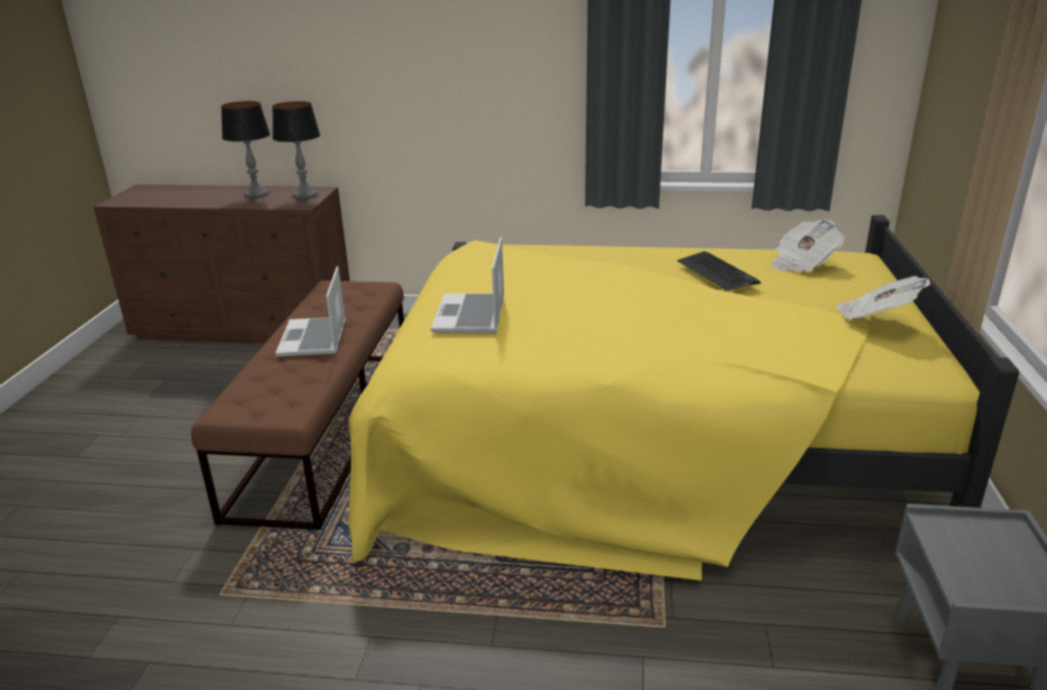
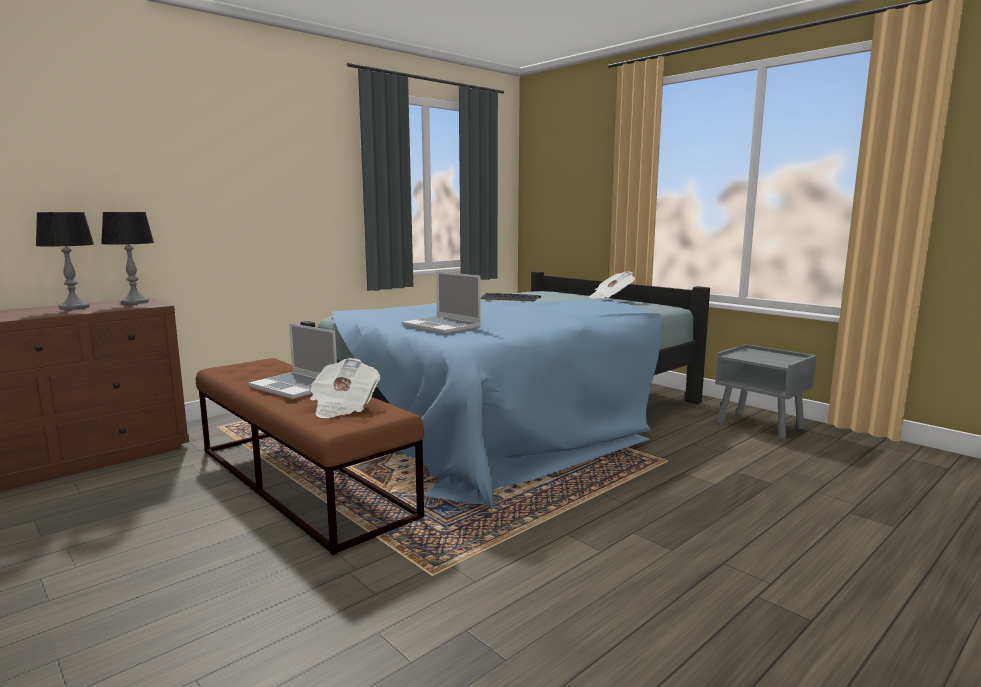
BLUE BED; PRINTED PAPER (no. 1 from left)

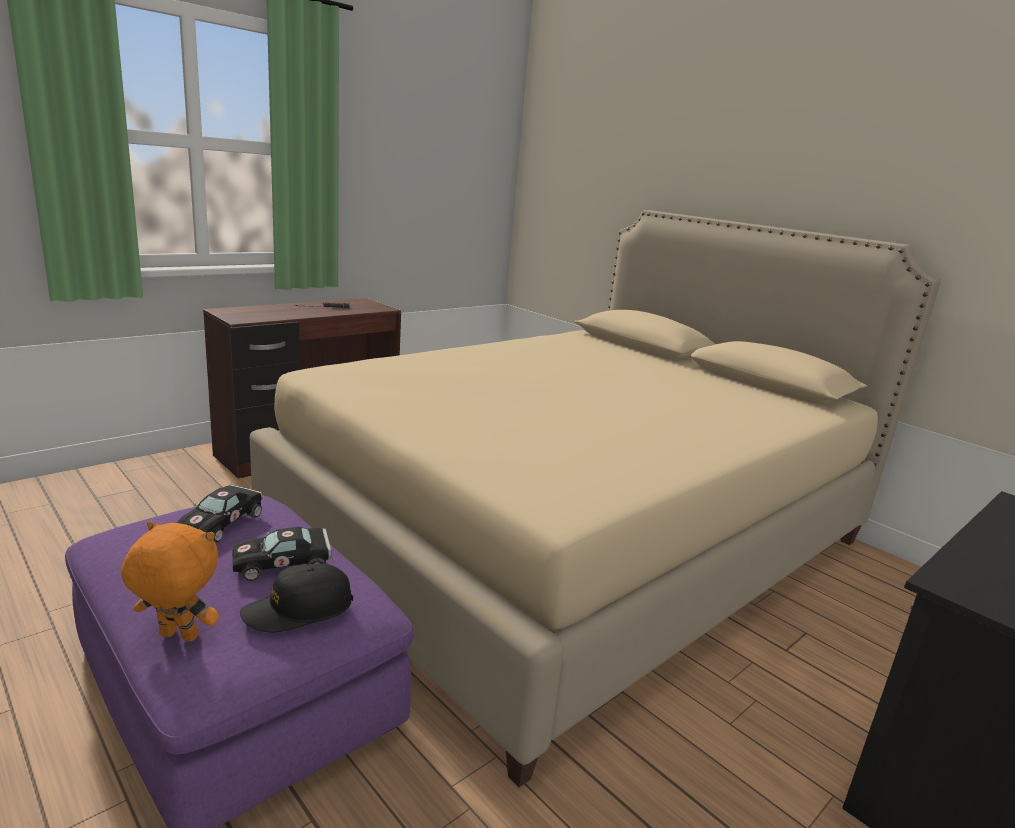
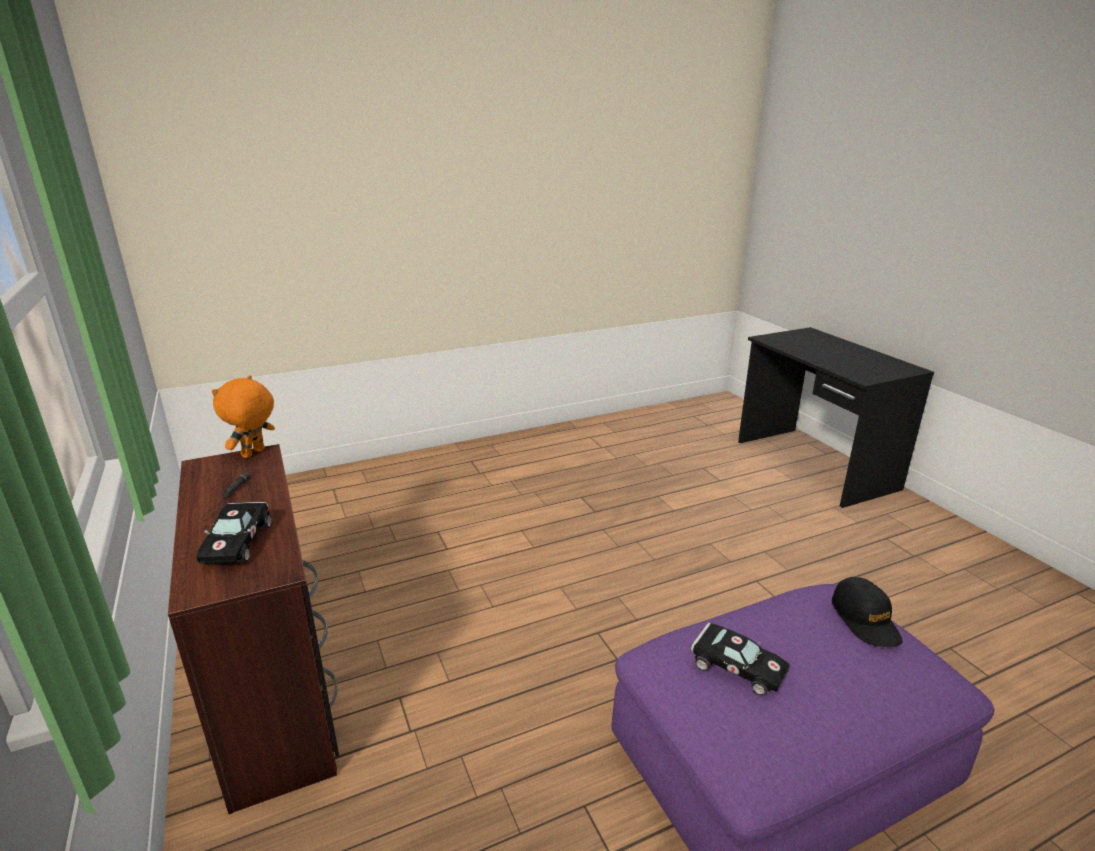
BEIGE BED; ORANGE PLUSH TOY; BLACK-COLOURED MINIATURE CAR (no. 1 from left)

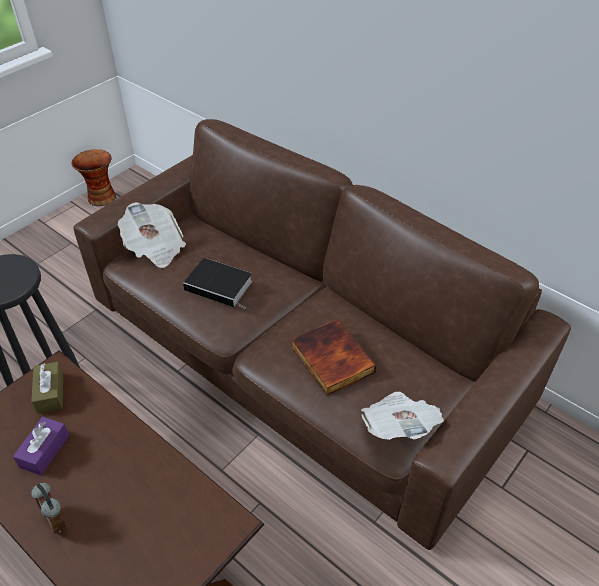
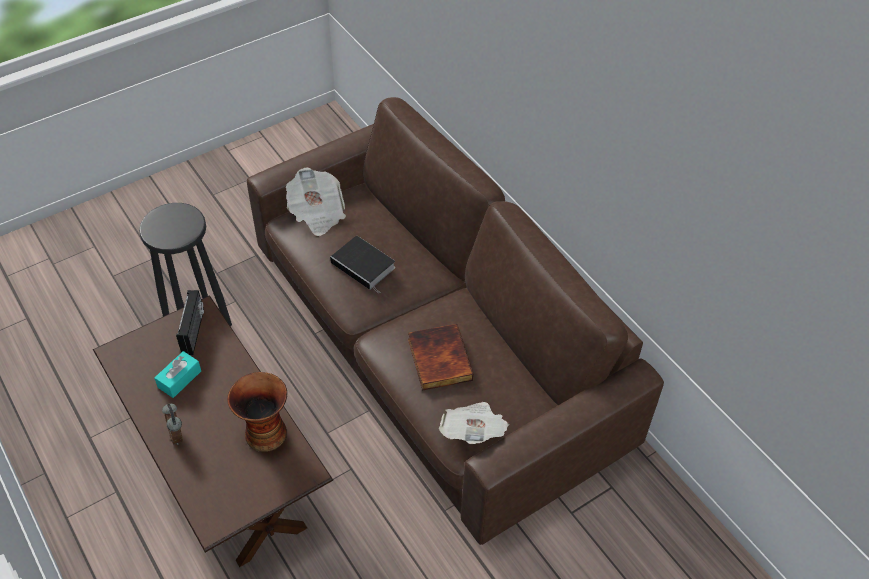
DECORATIVE VASE; RADIO; TURQUOISE TISSUE BOX

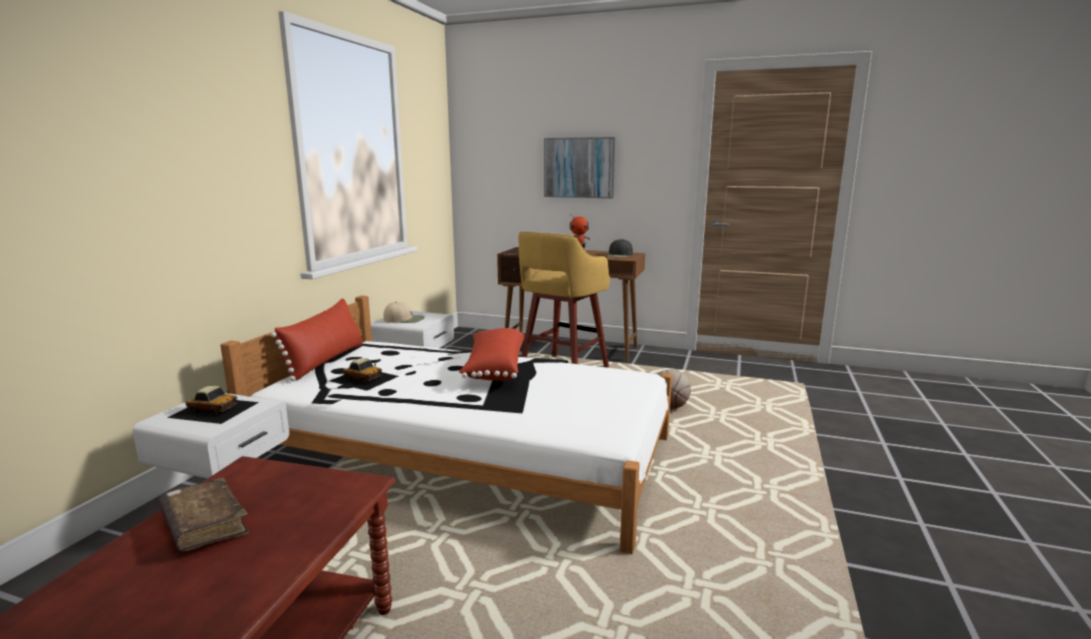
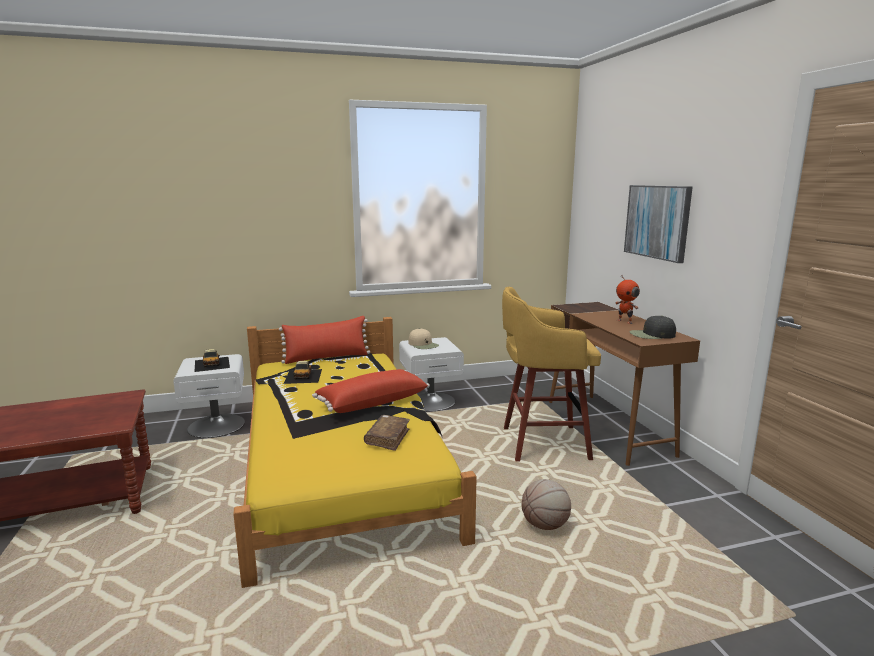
YELLOWISH BED; BROWN-COLOURED BOOK

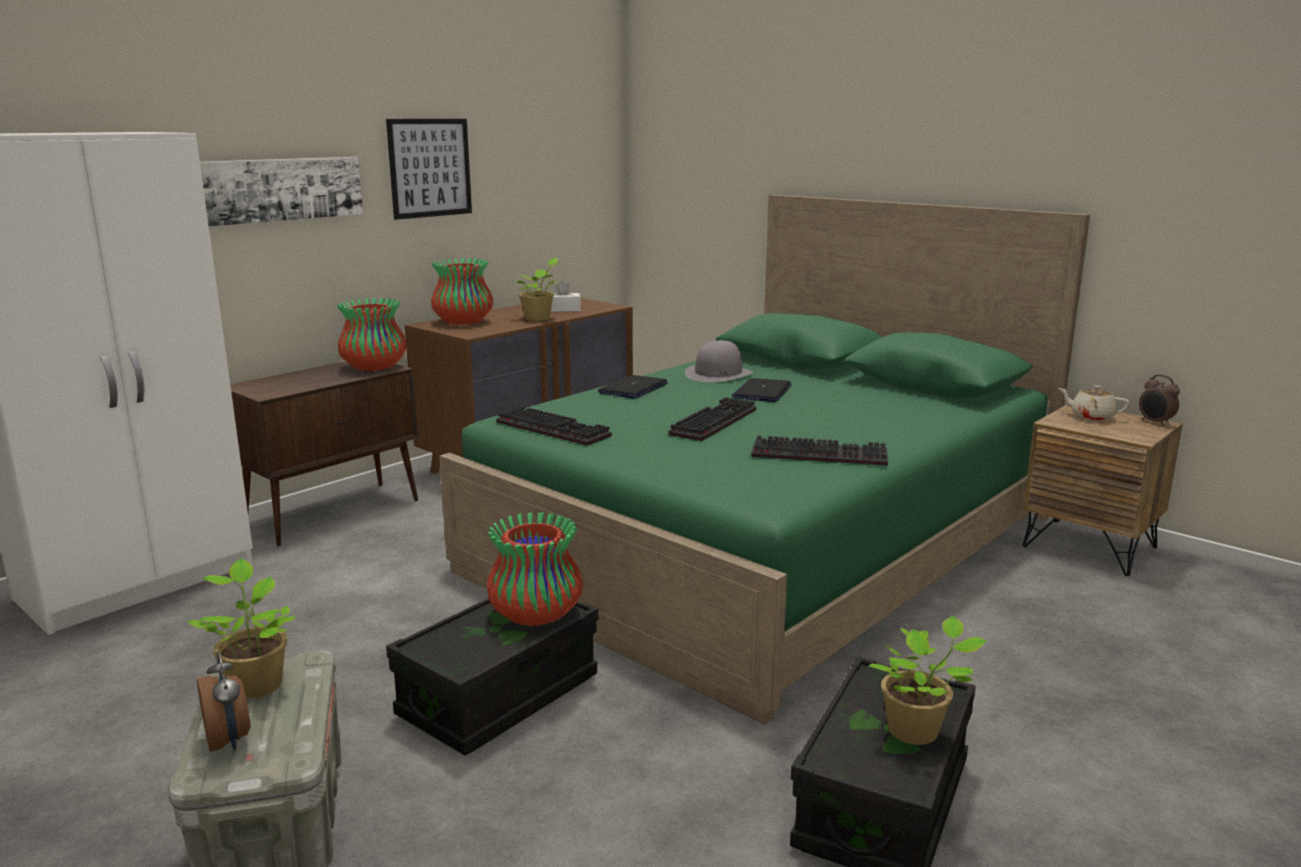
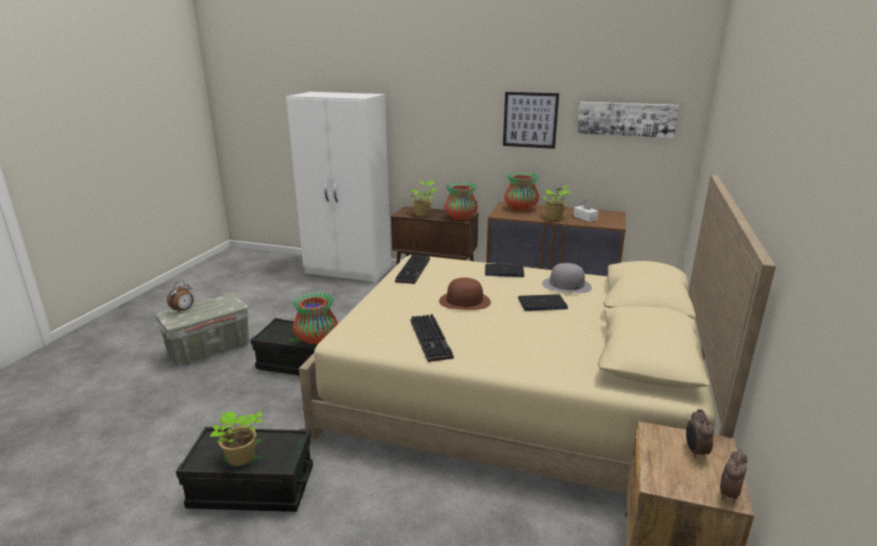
WALL PICTURE (no. 2 from left); BEIGE BED; BEDSIDE CLOCK (no. 2 from left); BROWN-COLOURED WEARABLE HAT; HOUSEPLANT (no. 2 from left)

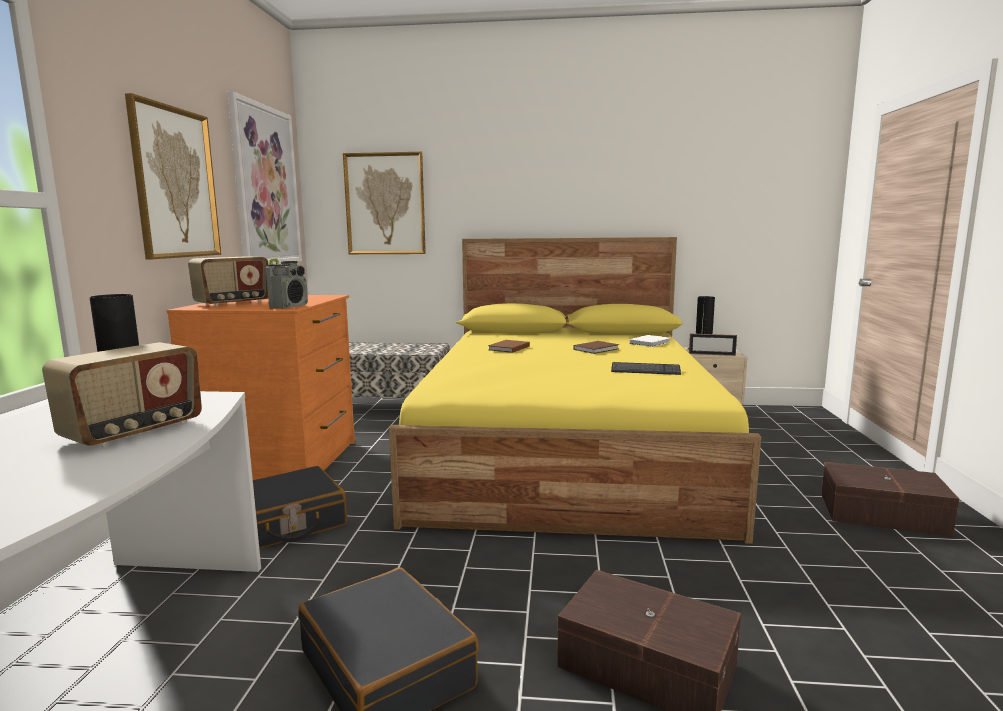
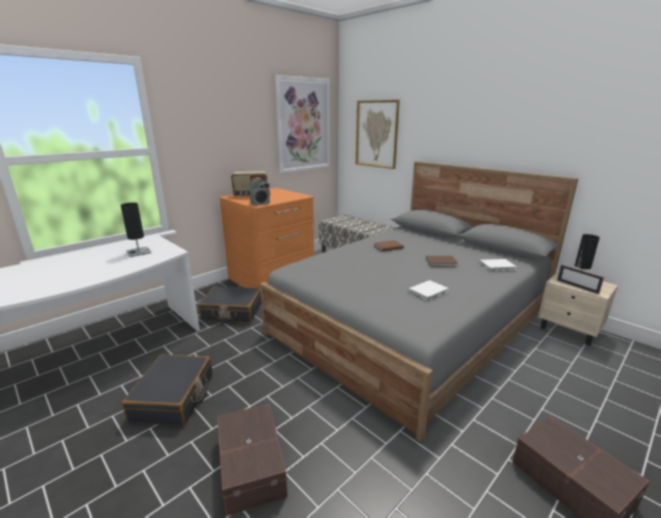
WALL PICTURE (no. 1 from left in the first image); GREYISH BED; RADIO (no. 1 from left in the first image); WHITE-COLOURED BOOK (no. 1 from left)

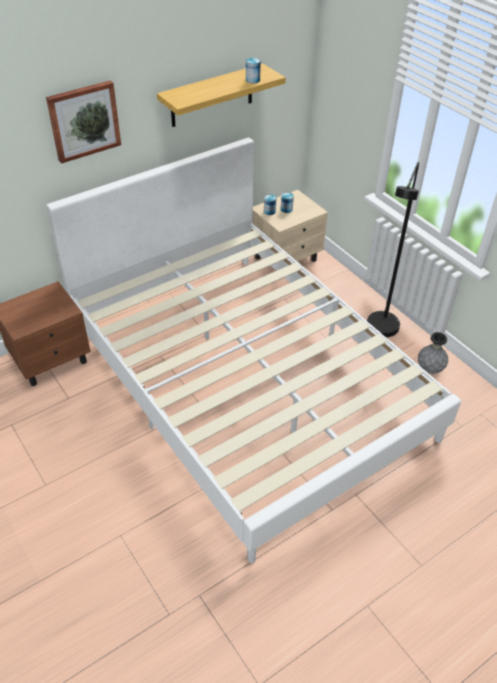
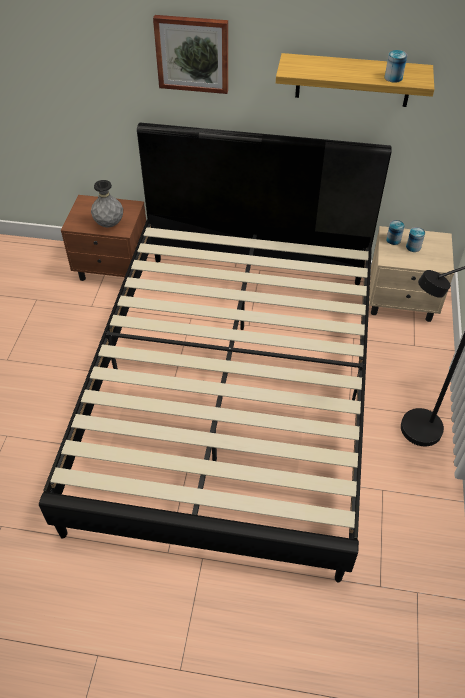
BLACK-COLOURED BED; GREYISH DECORATIVE VASE

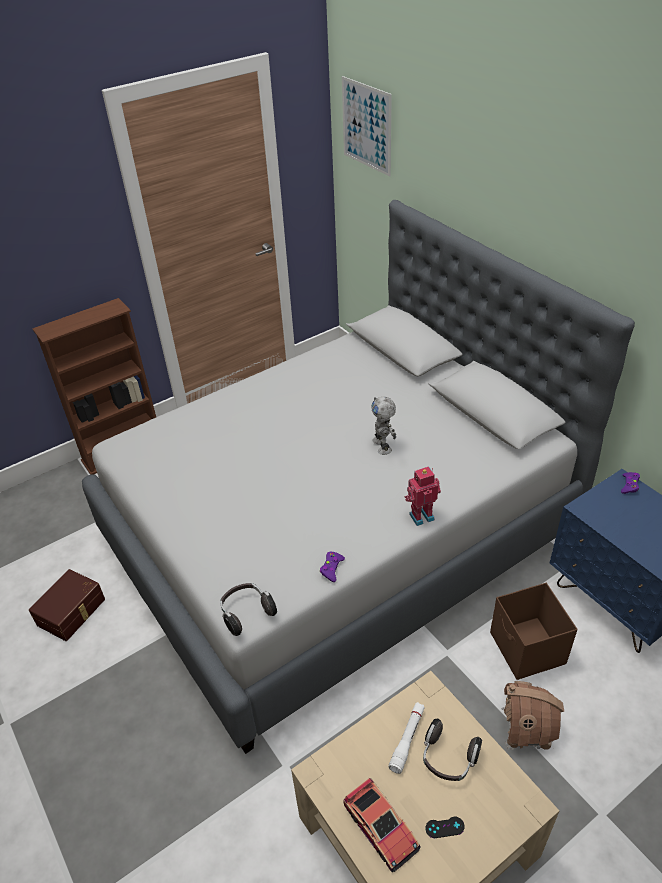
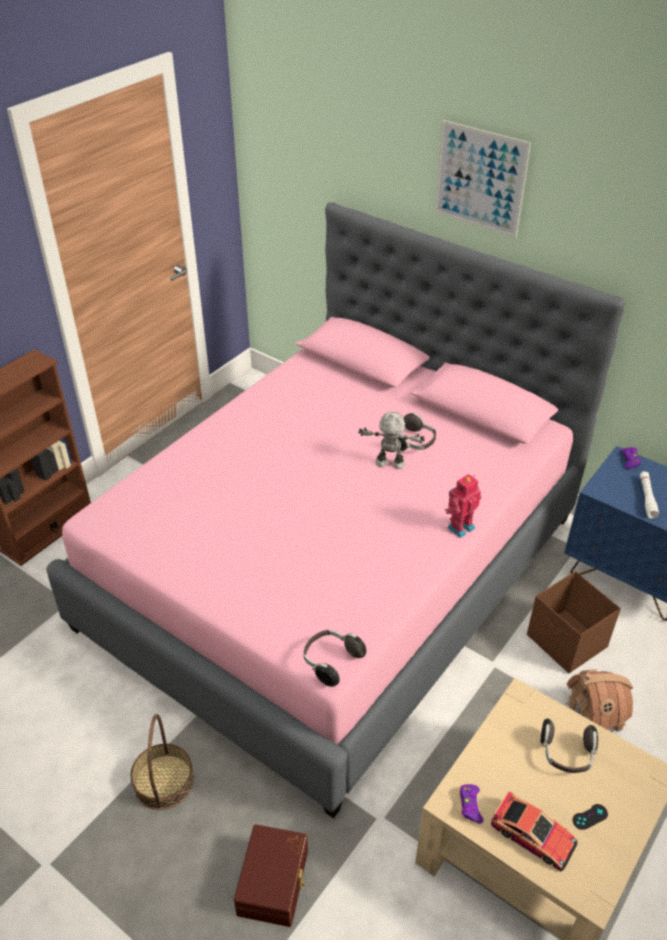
WALL PICTURE; PINK BED; MODEL ROBOT (no. 1 from left); PURPLISH JOYPAD (no. 1 from left); BROWN-COLOURED STORAGE BOX (no. 1 from left); WHITE-COLOURED TORCH; HEADPHONES (no. 2 from left); STORAGE BASKET

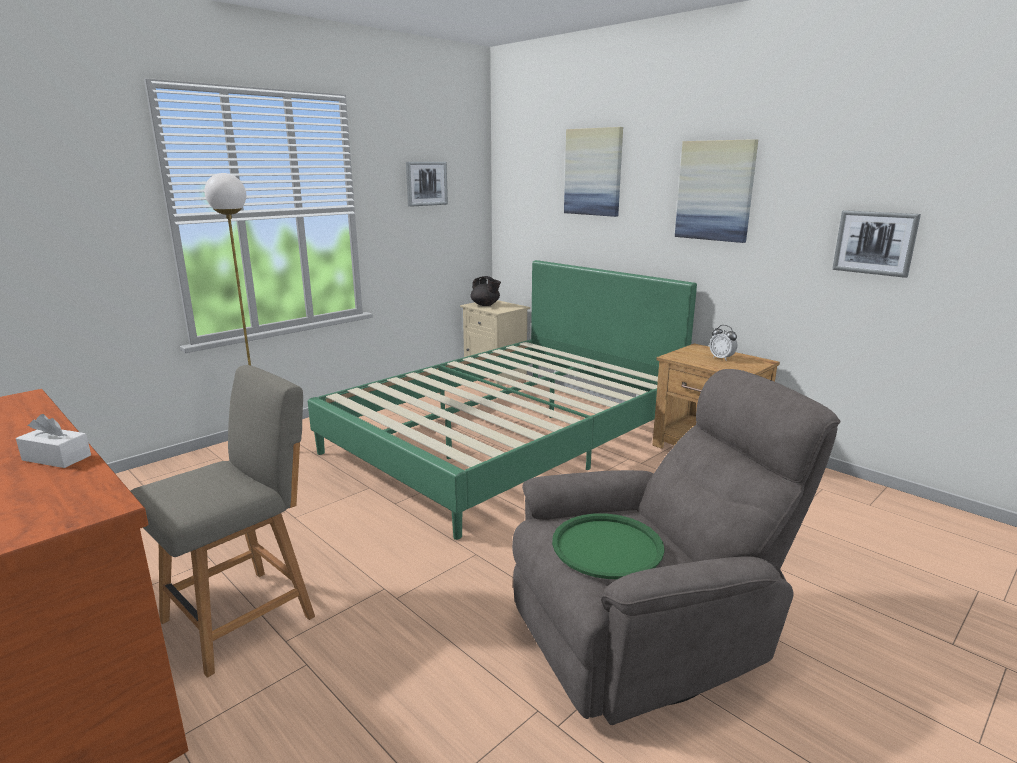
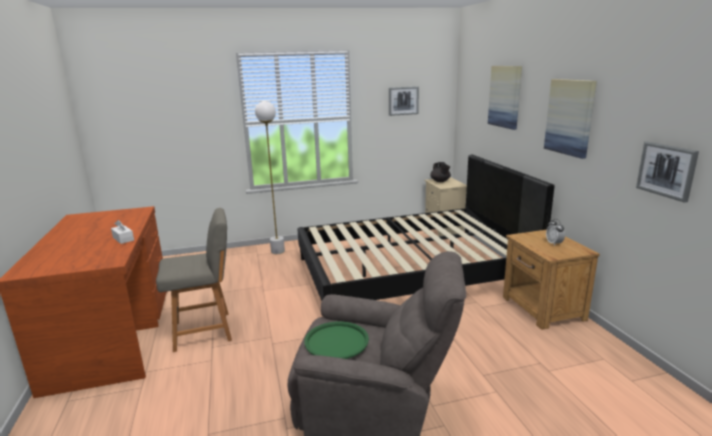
BLACK-COLOURED BED

